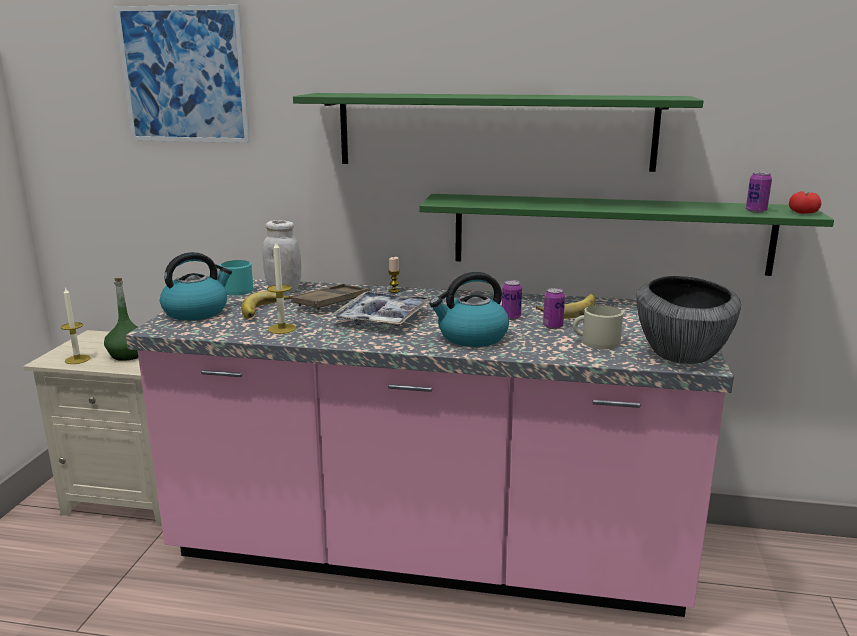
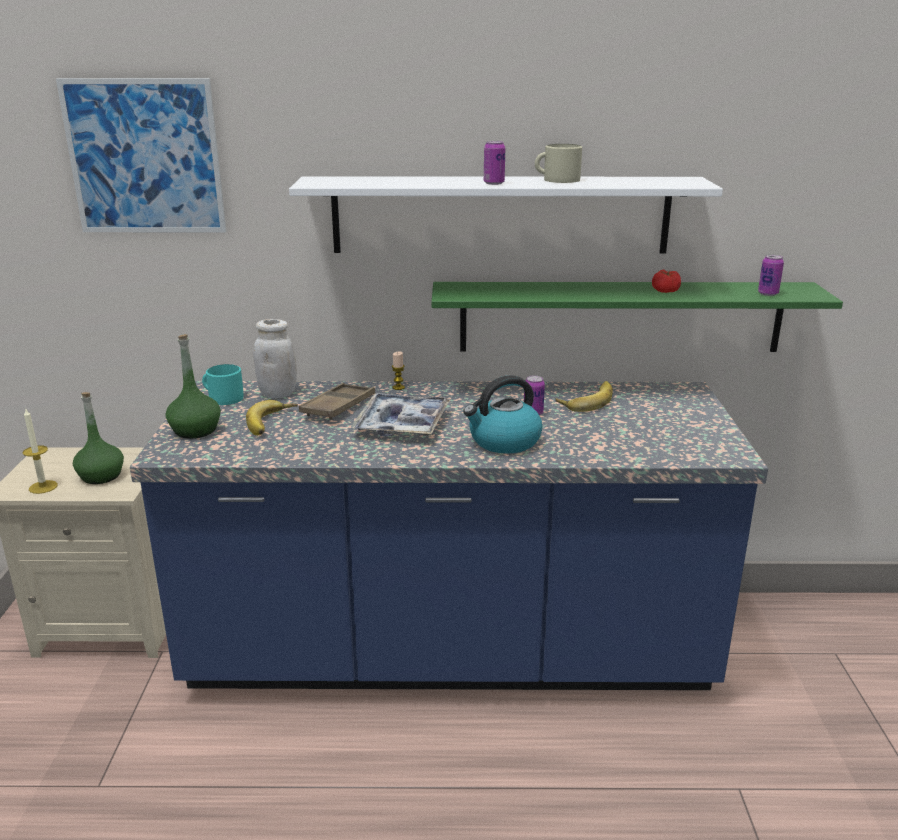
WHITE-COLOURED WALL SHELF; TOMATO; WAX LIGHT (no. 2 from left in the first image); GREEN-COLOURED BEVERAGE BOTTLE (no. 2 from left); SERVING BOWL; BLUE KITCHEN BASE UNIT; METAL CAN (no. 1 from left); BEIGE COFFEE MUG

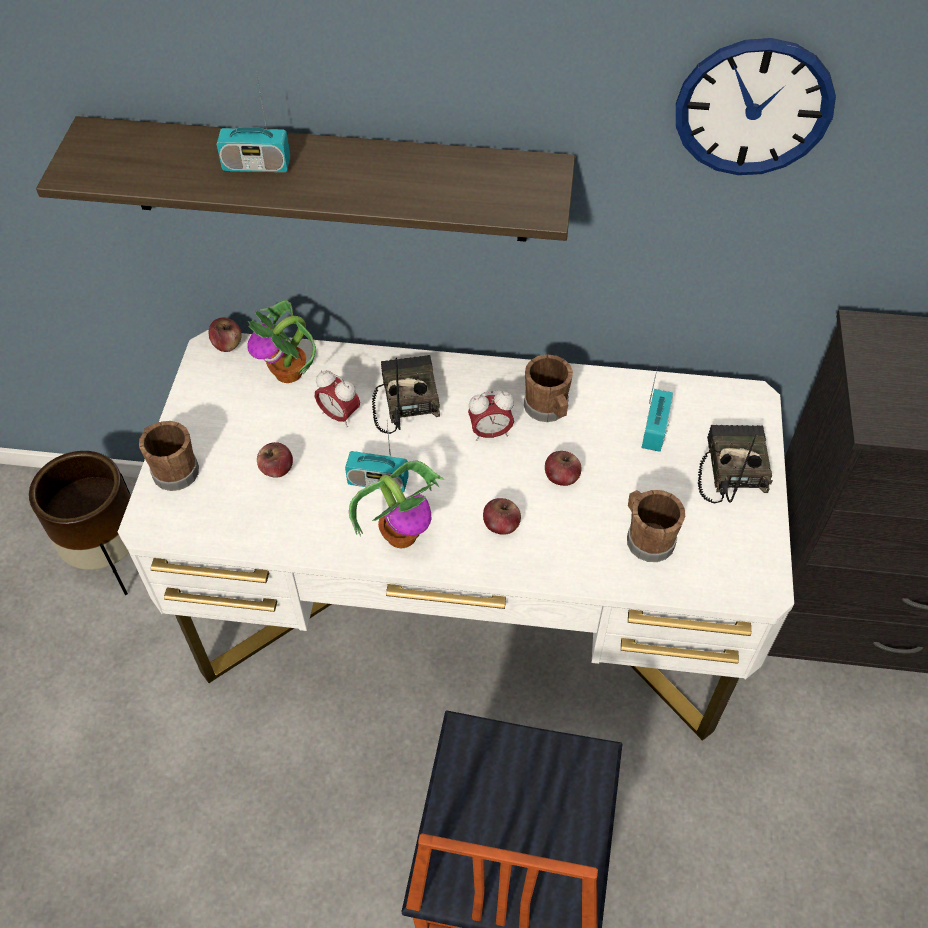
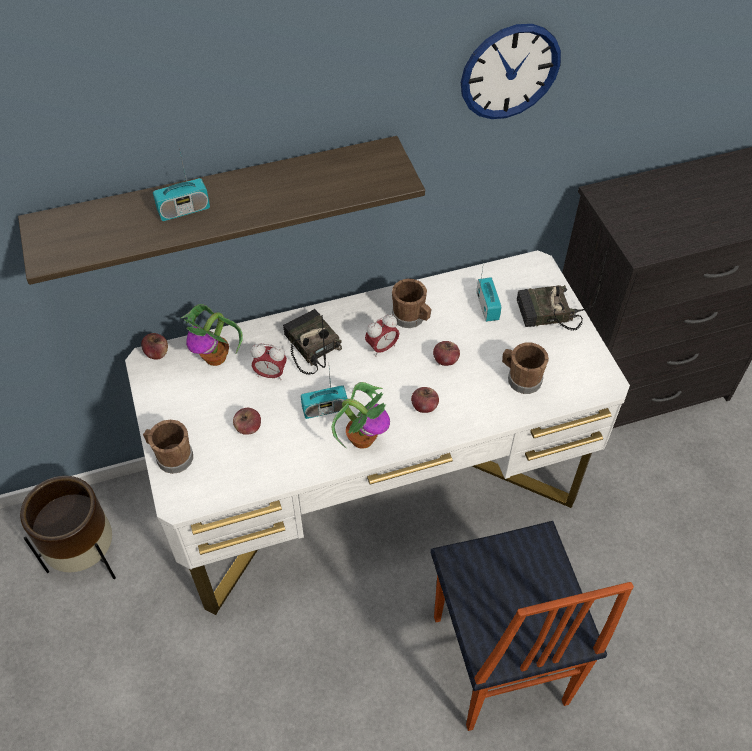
RADIO (no. 5 from left)

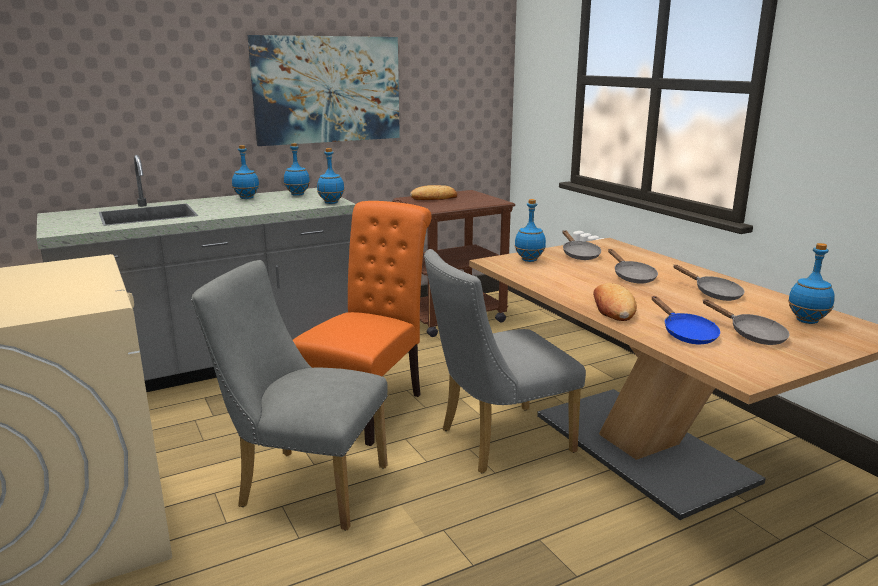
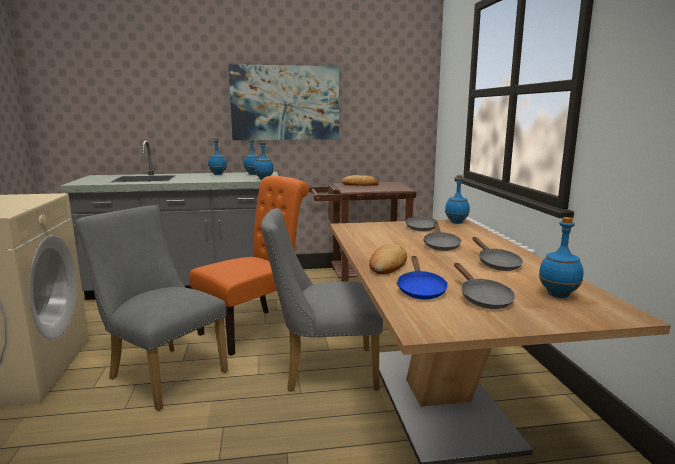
BLUE BEVERAGE BOTTLE (no. 4 from left)

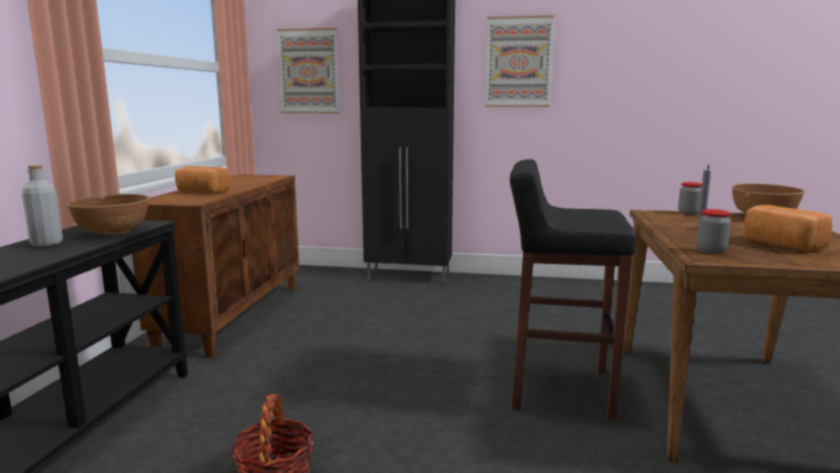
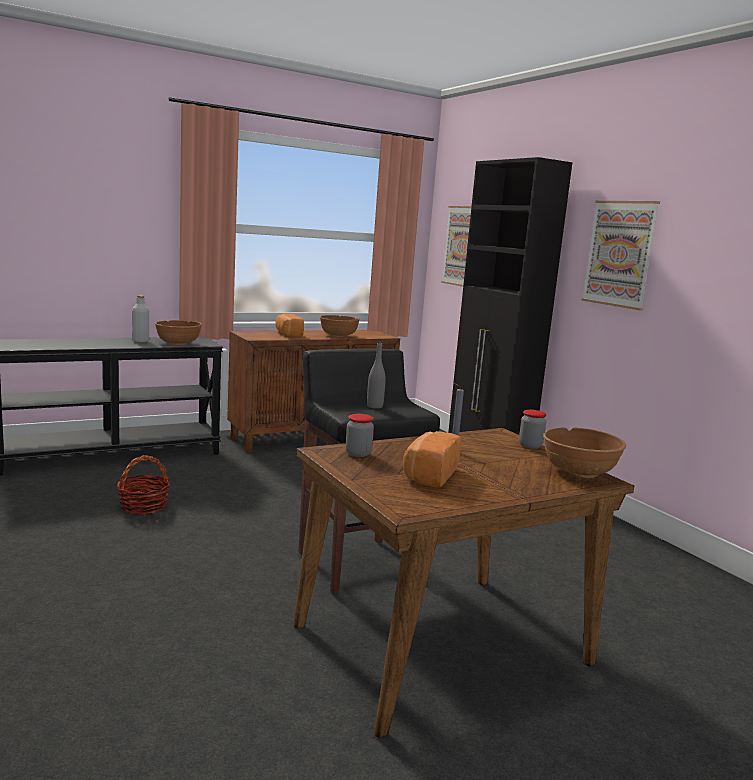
BROWN-COLOURED SERVING BOWL (no. 2 from left); GREYISH BEVERAGE BOTTLE (no. 2 from left)

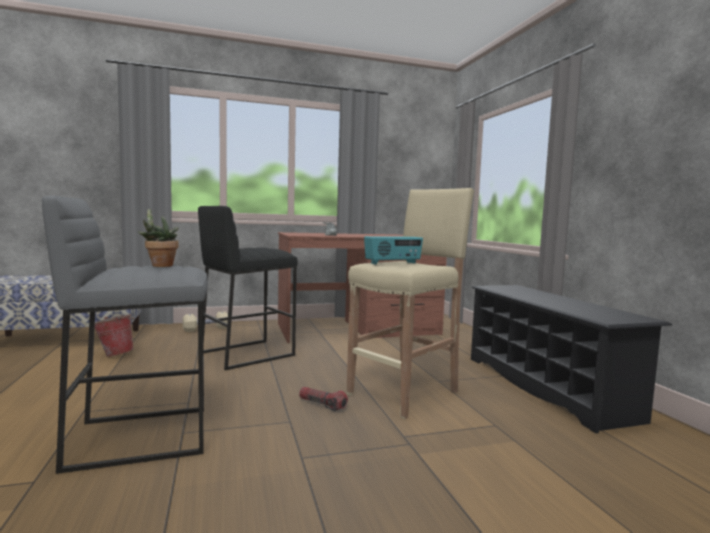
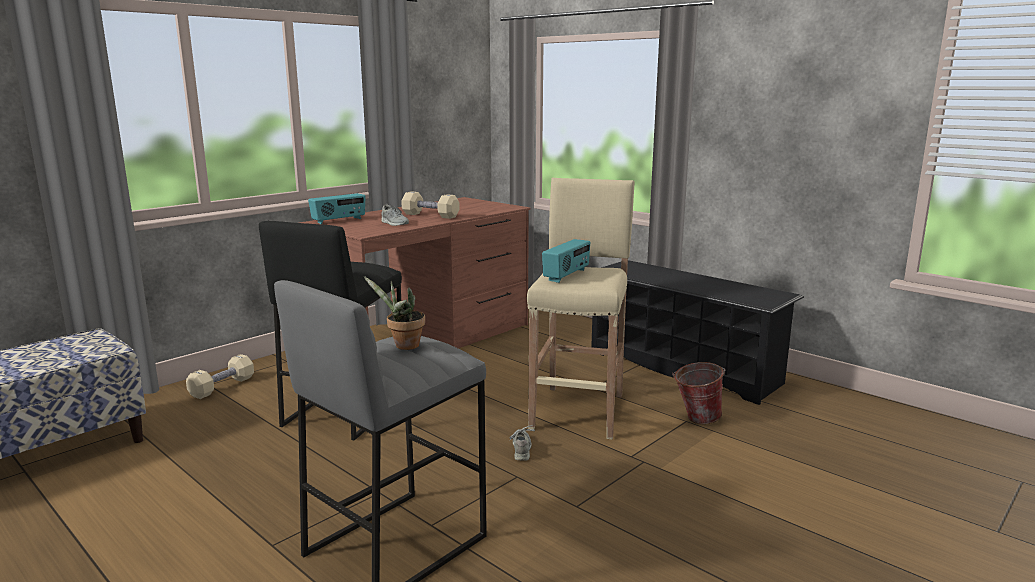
PAIL; GREYISH SHOE (no. 2 from left); BEIGE FREE WEIGHT (no. 2 from left); RADIO (no. 1 from left)

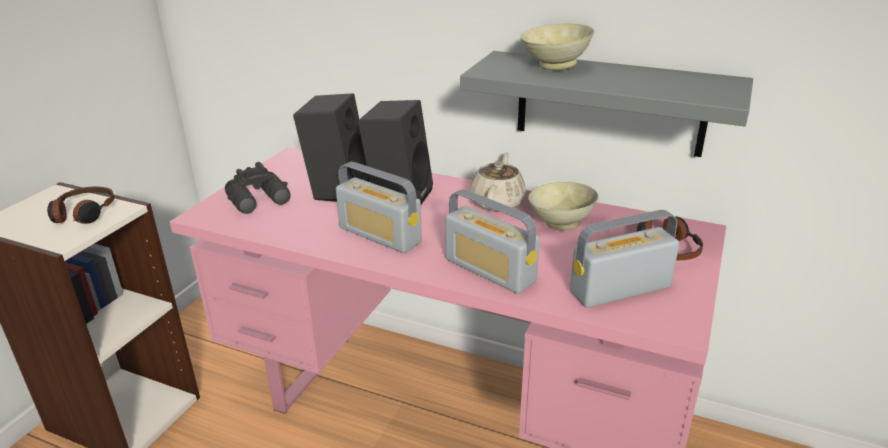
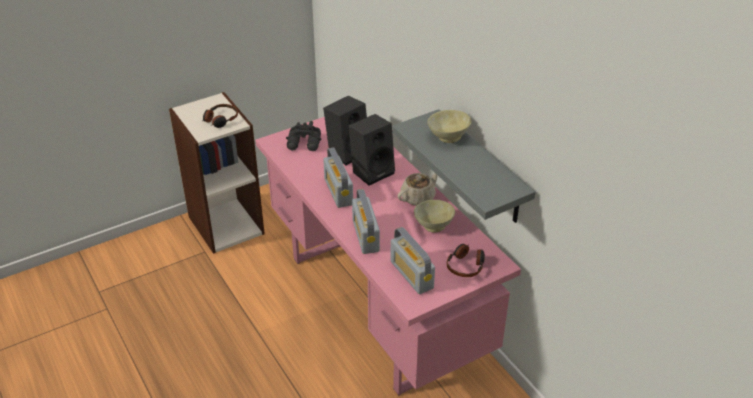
RADIO (no. 3 from left)

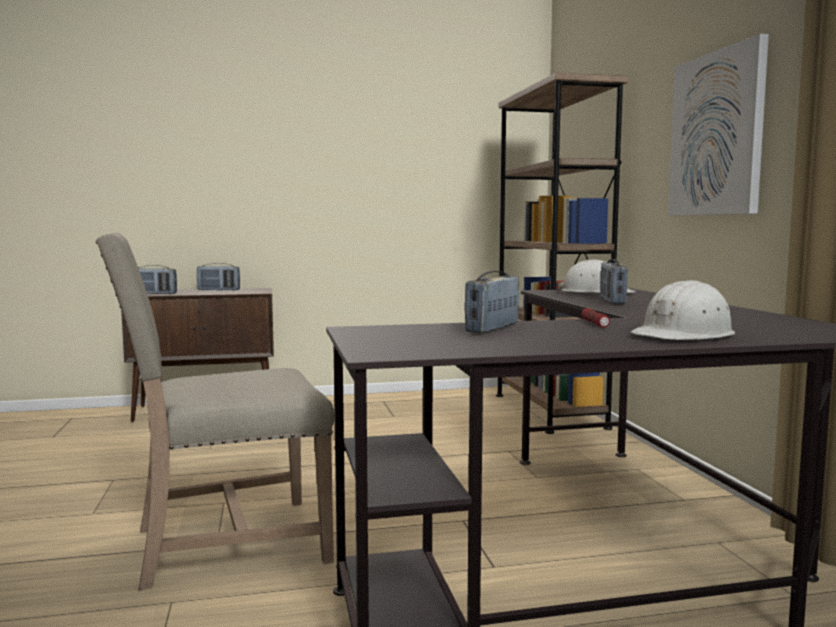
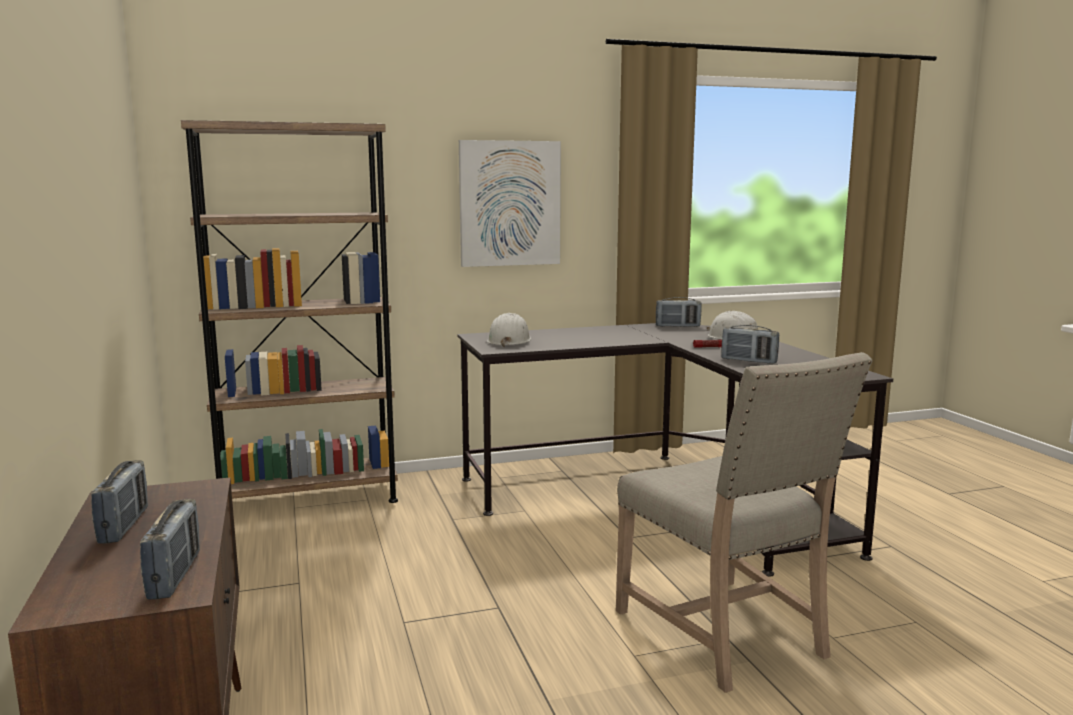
RADIO (no. 3 from left)

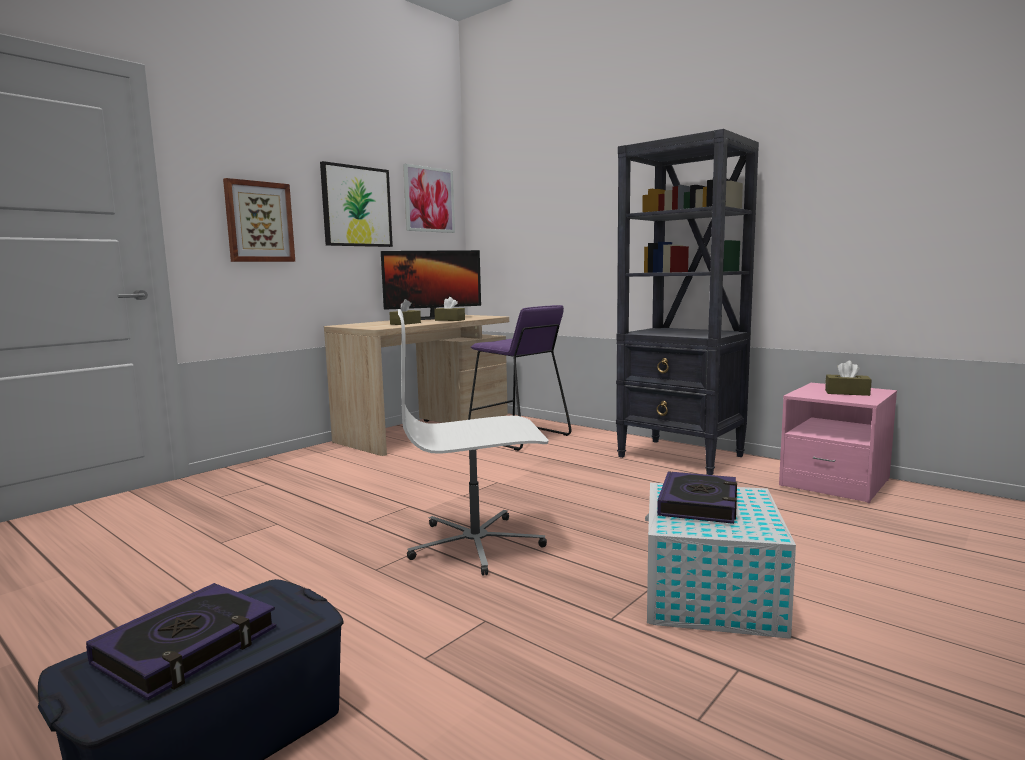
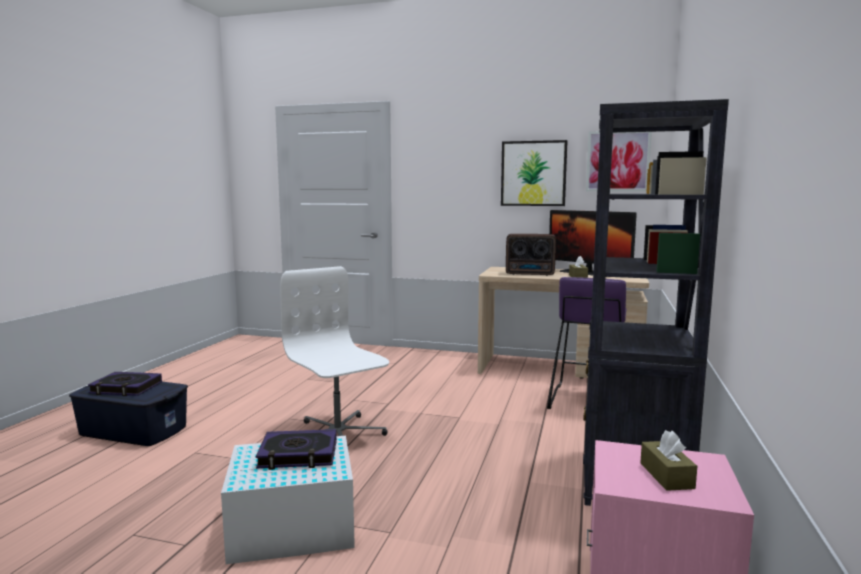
WALL PICTURE (no. 1 from left in the first image); RADIO

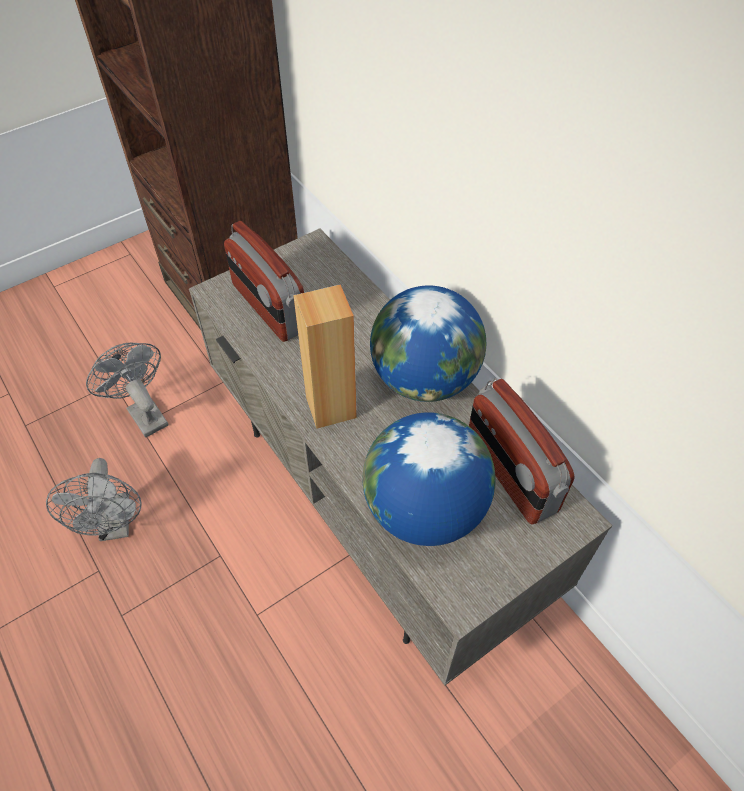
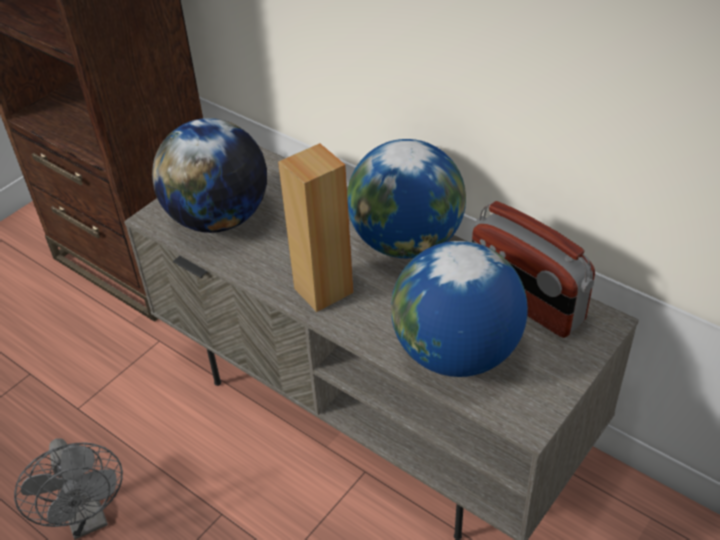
GLOBE (no. 1 from left); GREYISH FAN (no. 2 from left in the first image)

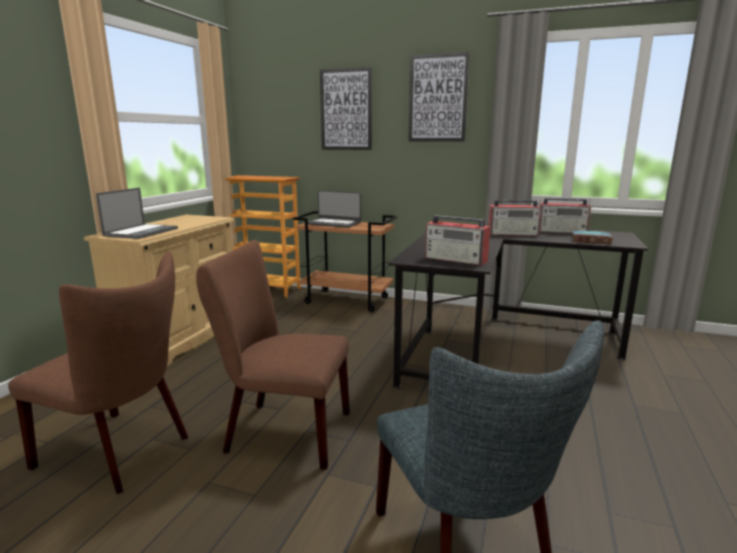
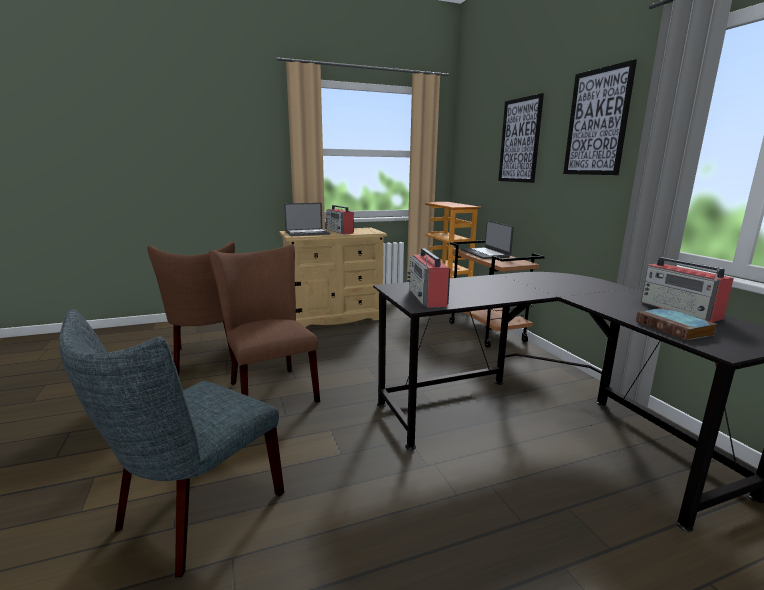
RADIO (no. 1 from left)

